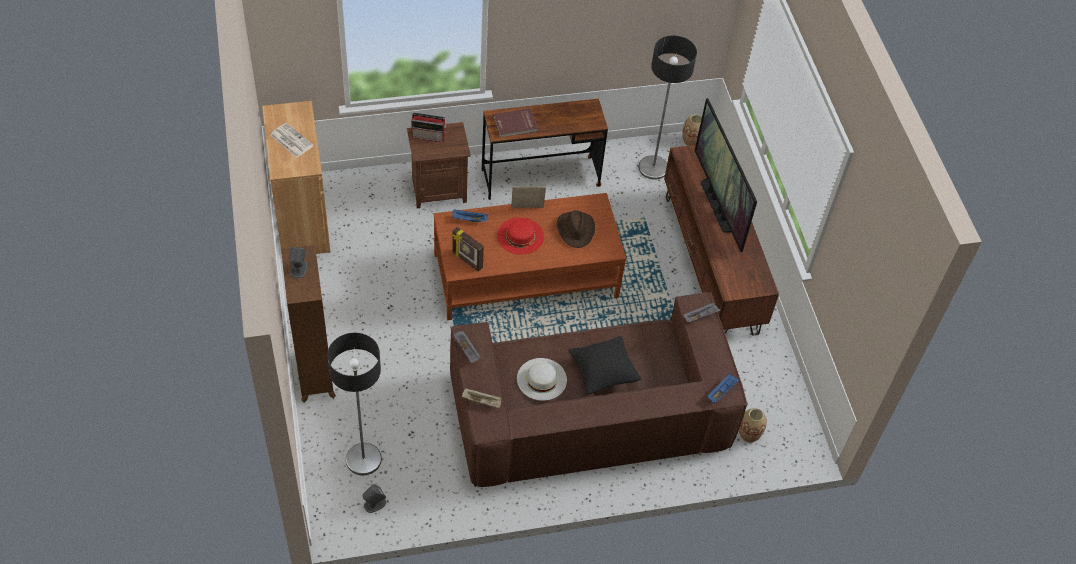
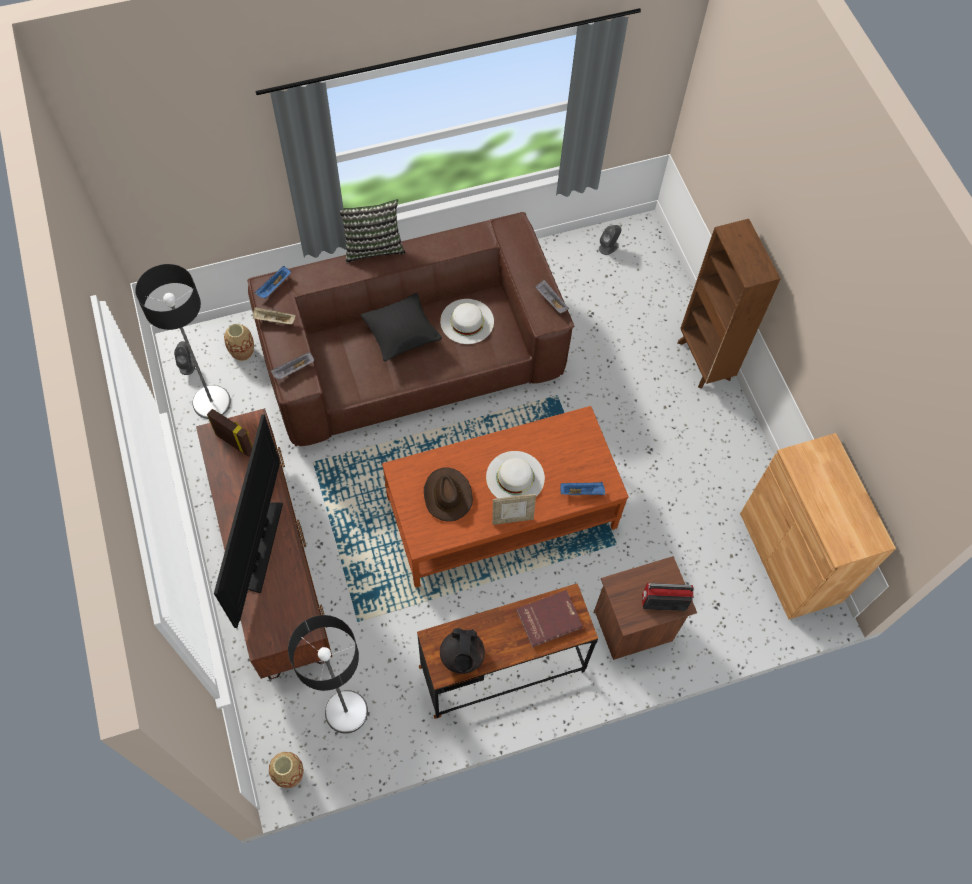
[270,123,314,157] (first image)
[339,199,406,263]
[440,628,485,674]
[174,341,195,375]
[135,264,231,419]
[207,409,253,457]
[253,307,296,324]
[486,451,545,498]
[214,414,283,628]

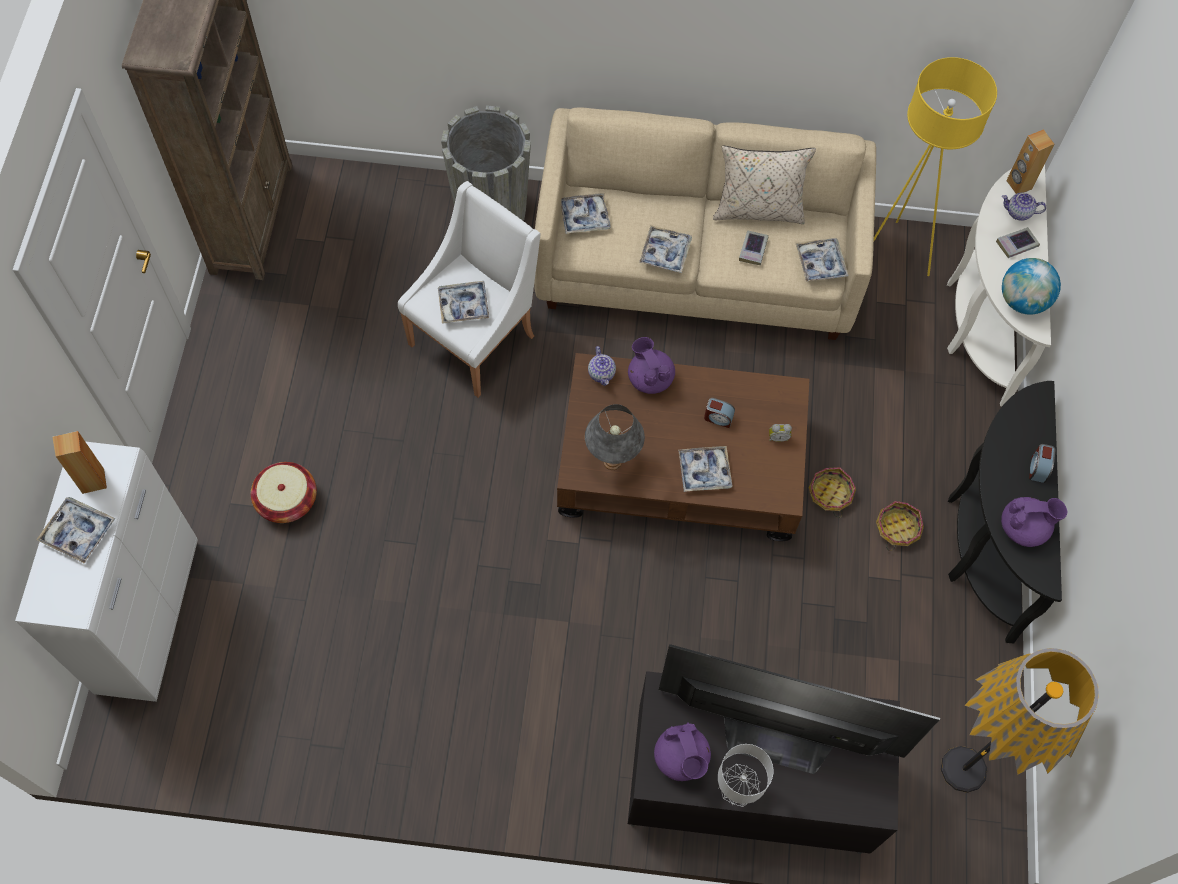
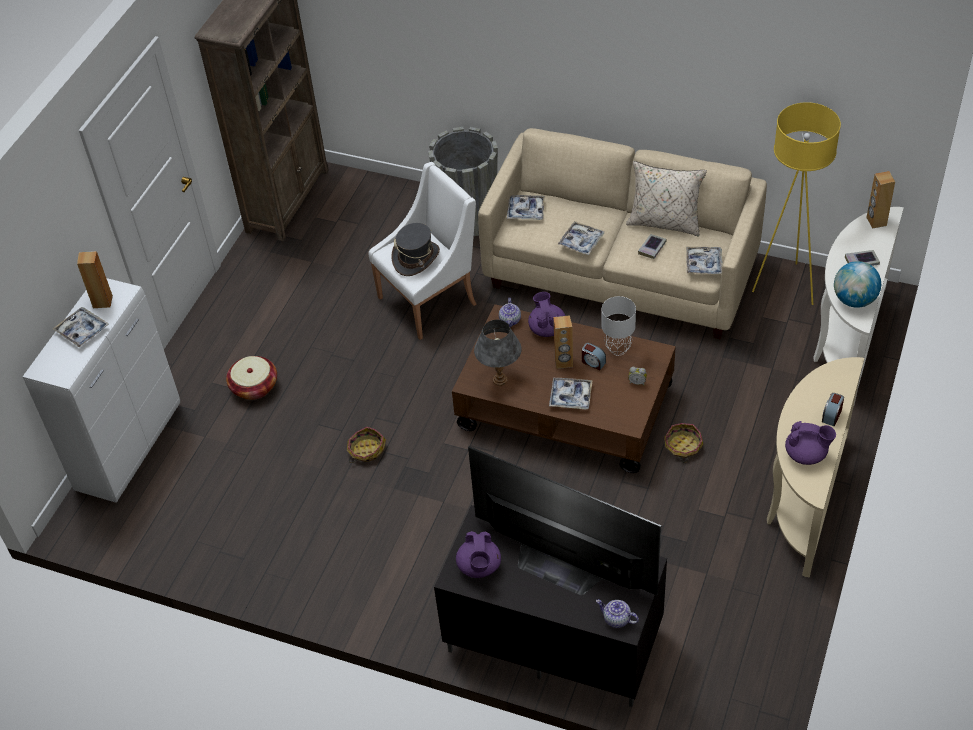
[941,648,1099,793] (first image)
[553,315,573,369]
[602,296,636,356]
[347,427,386,463]
[596,599,639,628]
[391,223,440,276]
[767,357,864,578]

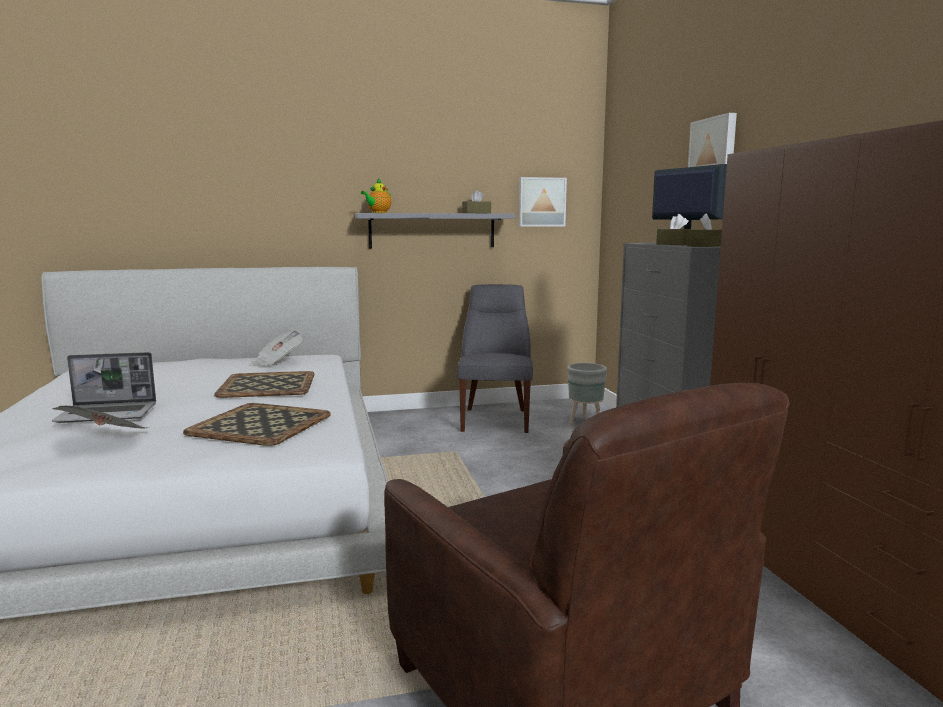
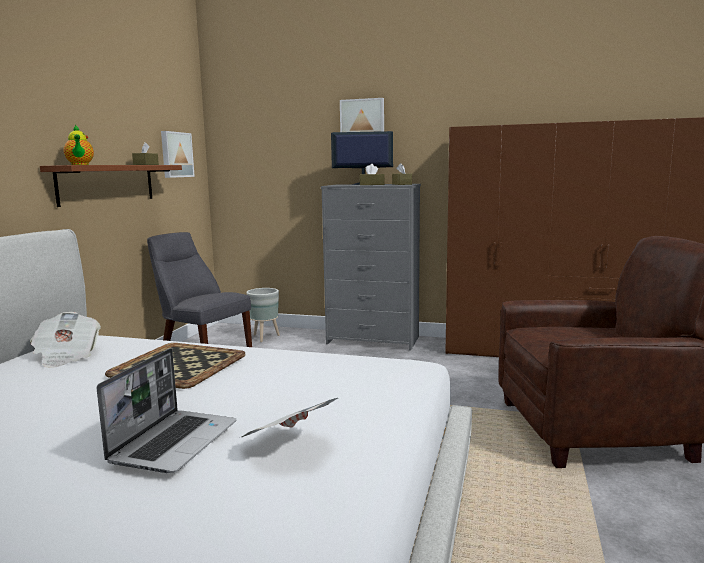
[183,403,331,446] (first image)
[40,165,182,207]

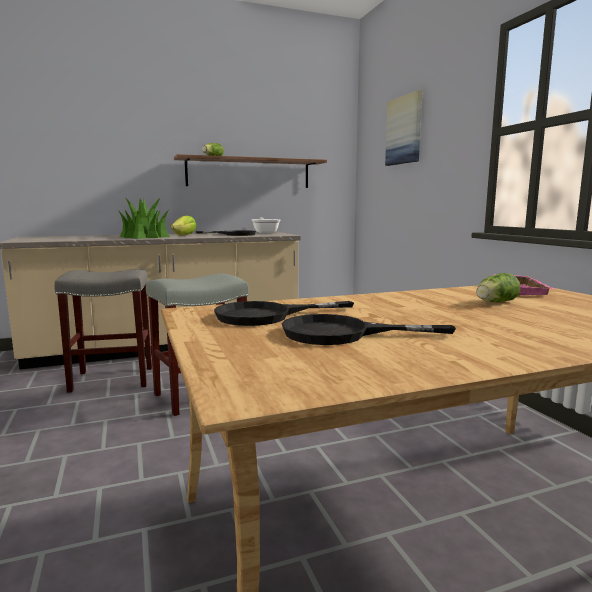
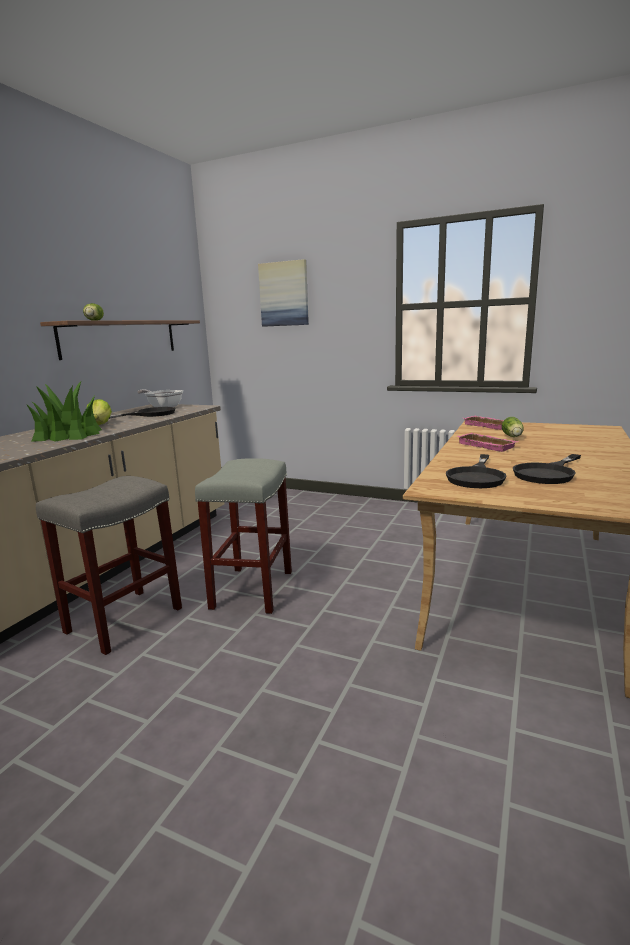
[458,433,518,452]

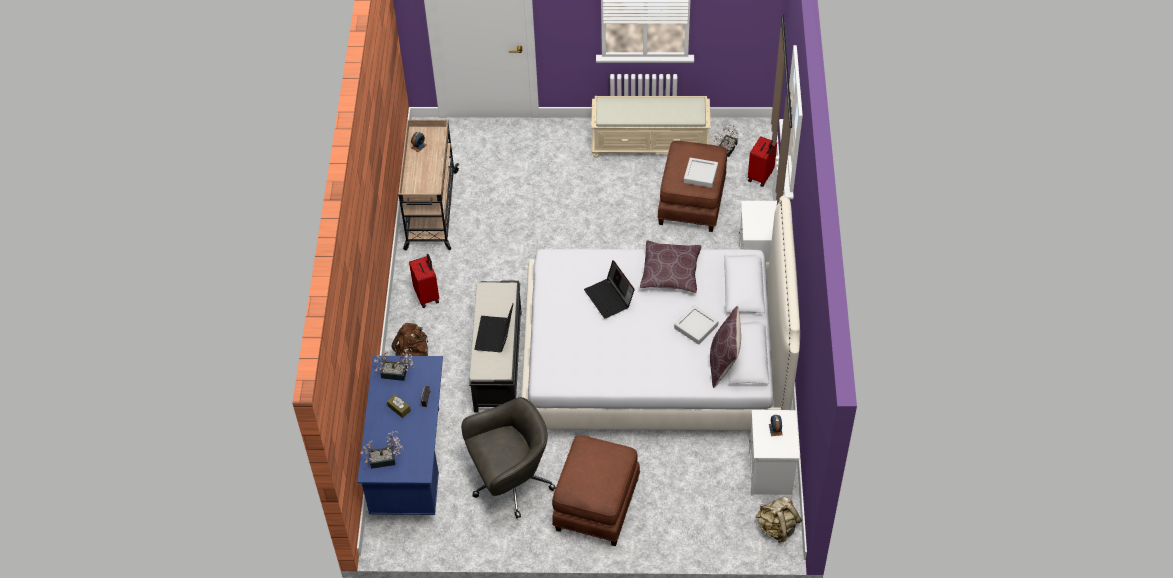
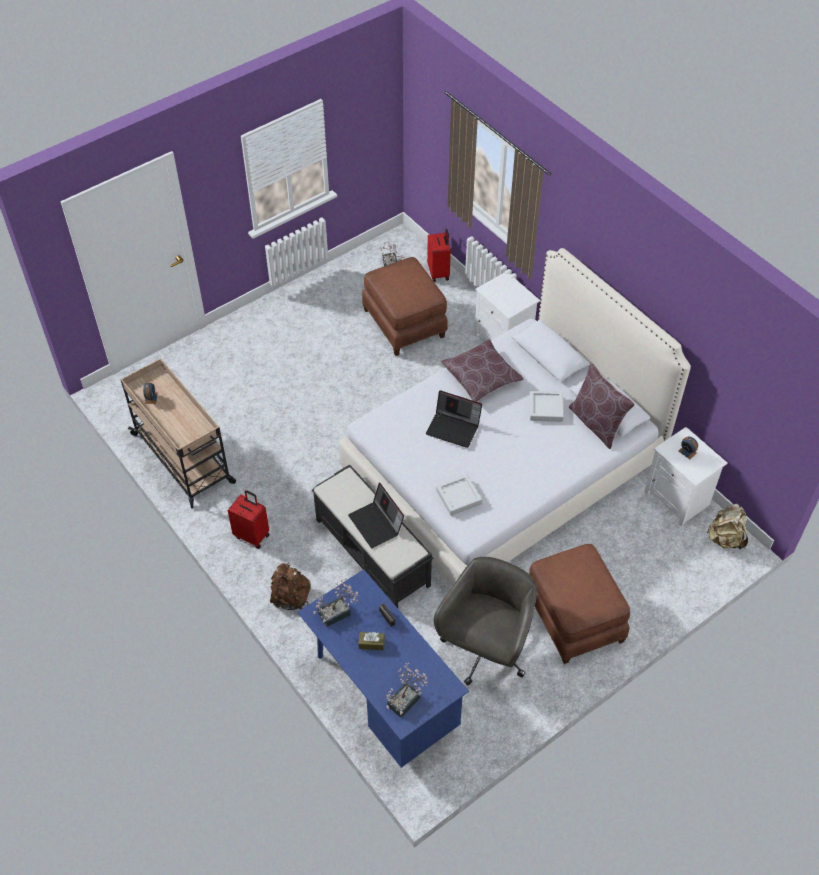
[591,96,711,157] (first image)
[436,474,482,516]

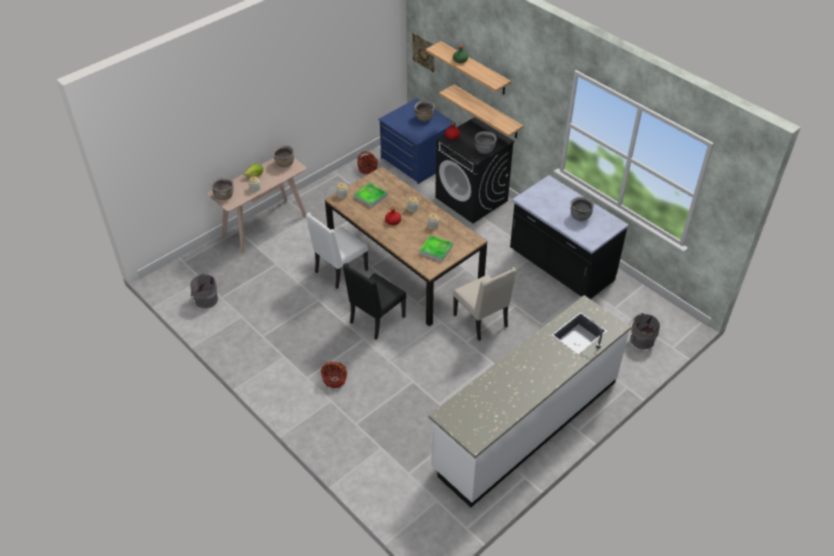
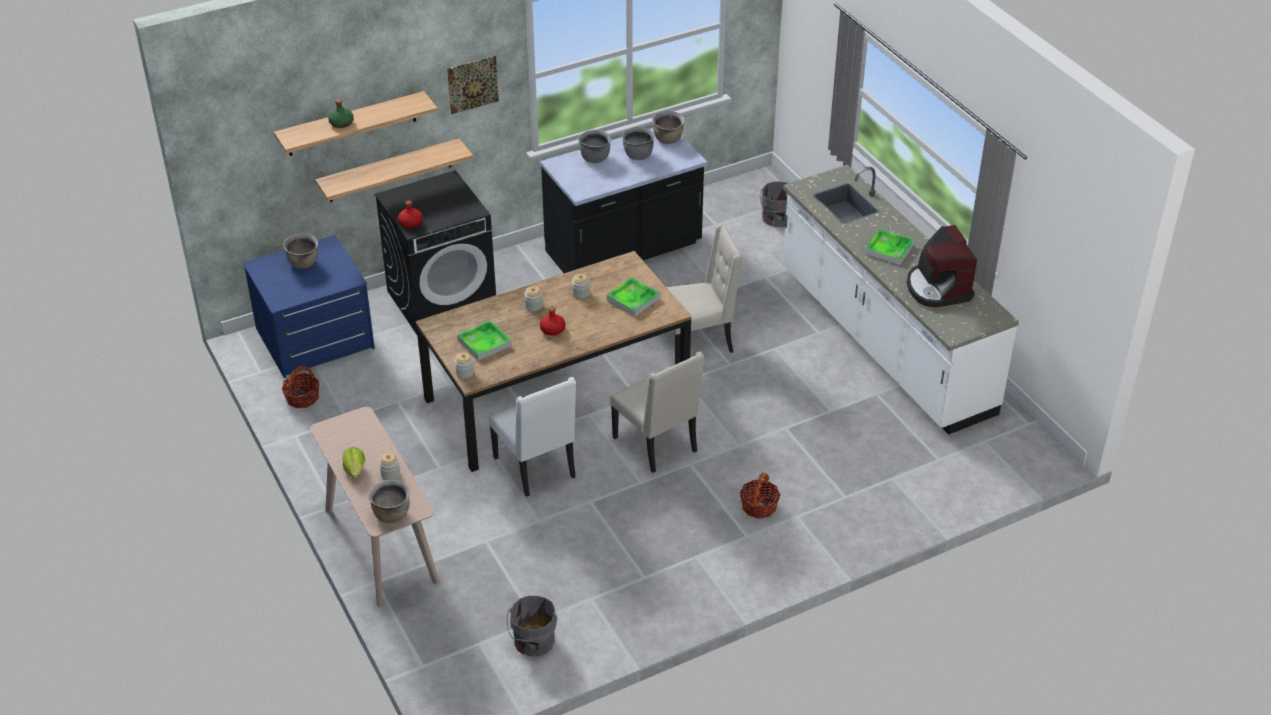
[865,229,914,265]
[907,225,977,307]
[653,111,685,144]
[447,56,499,114]
[578,130,611,163]
[610,351,704,473]

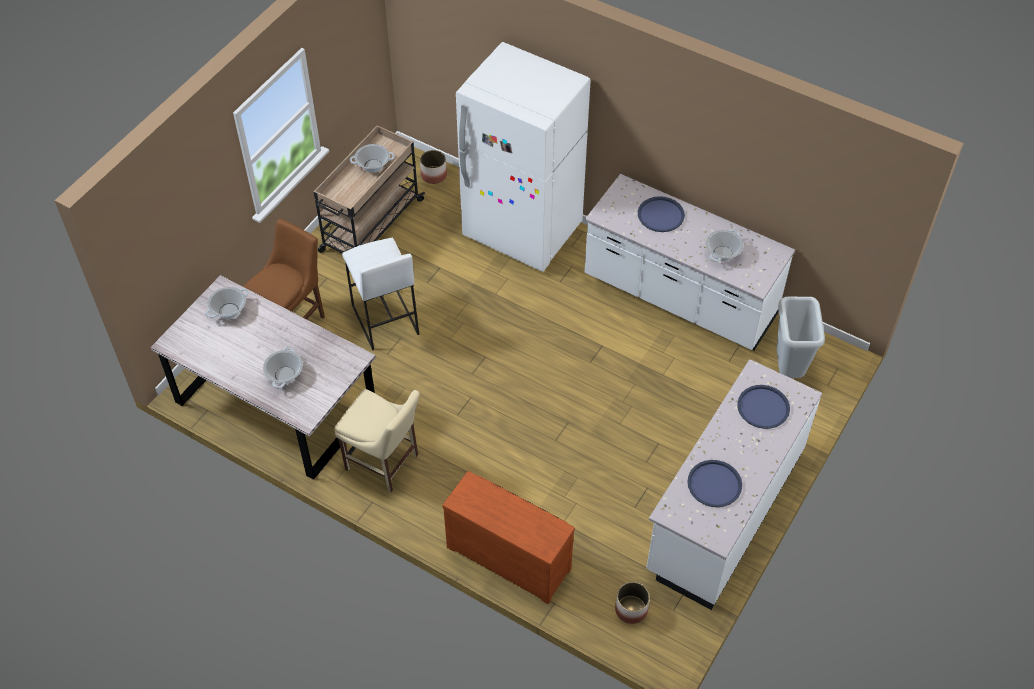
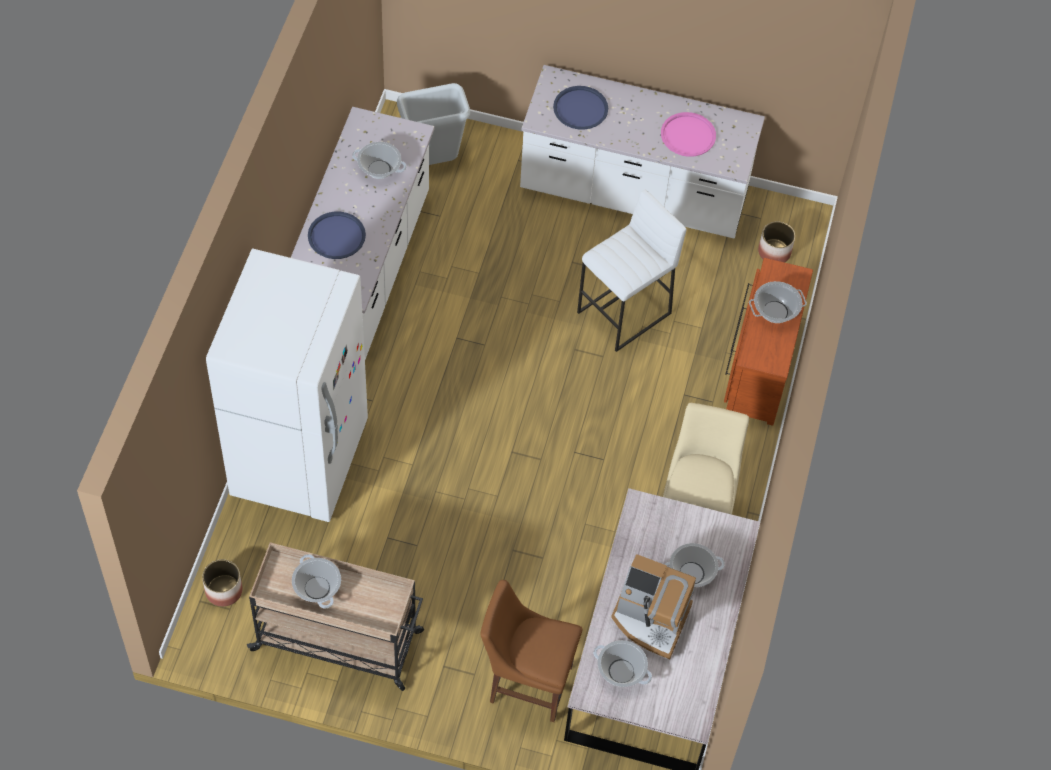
[611,554,696,659]
[749,281,807,323]
[577,190,686,352]
[661,112,716,157]

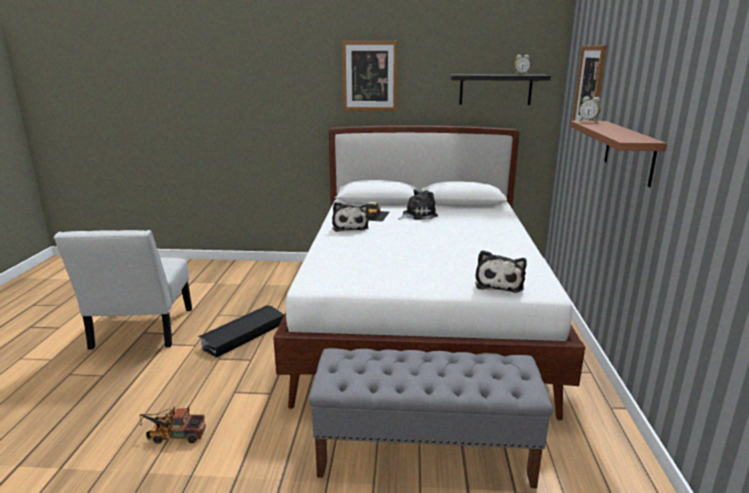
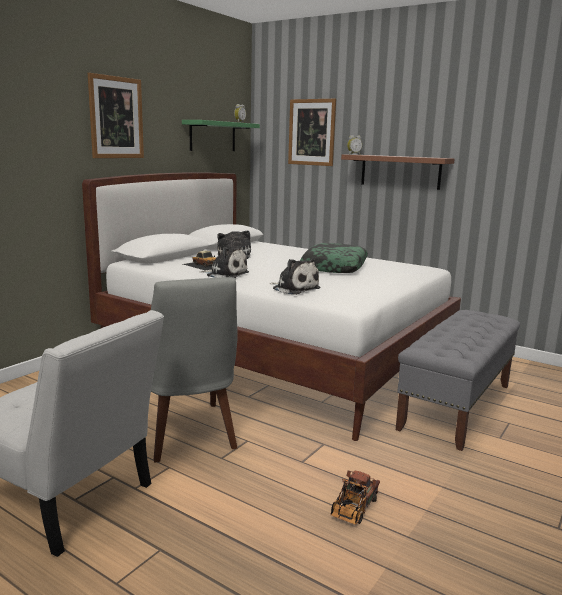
[300,243,368,273]
[270,259,320,295]
[151,277,238,462]
[182,120,260,151]

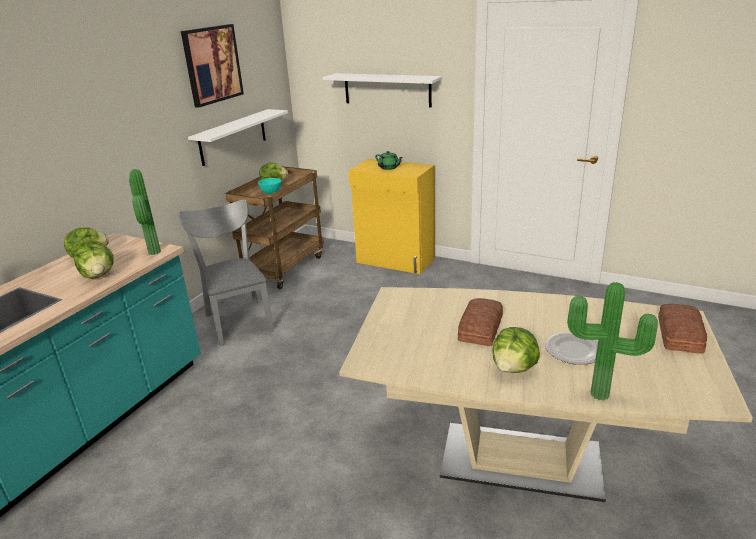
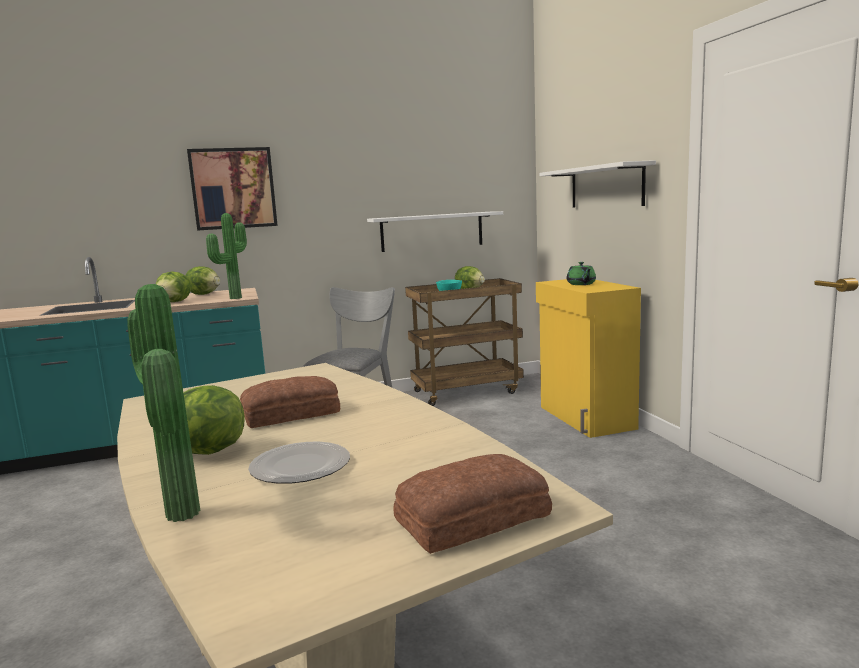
[187,147,278,231]

